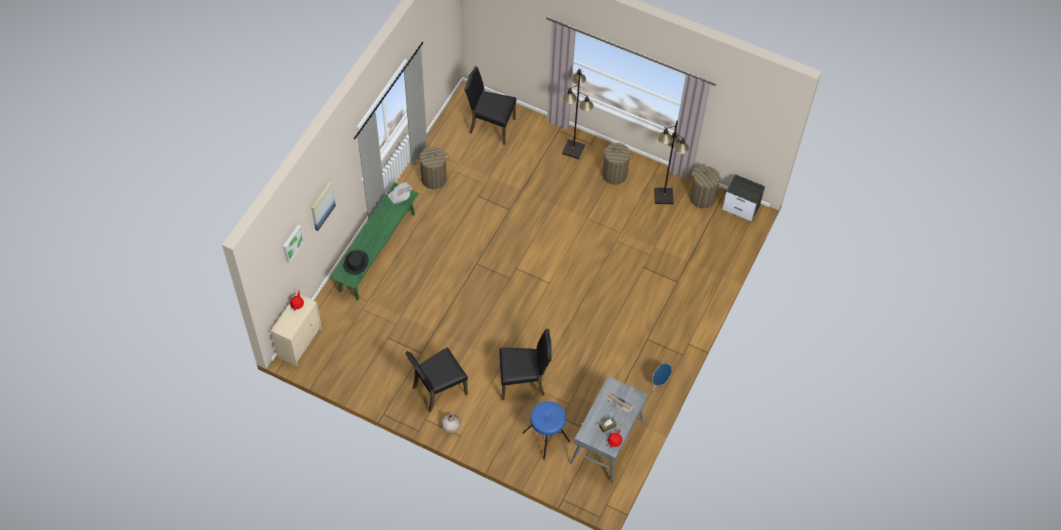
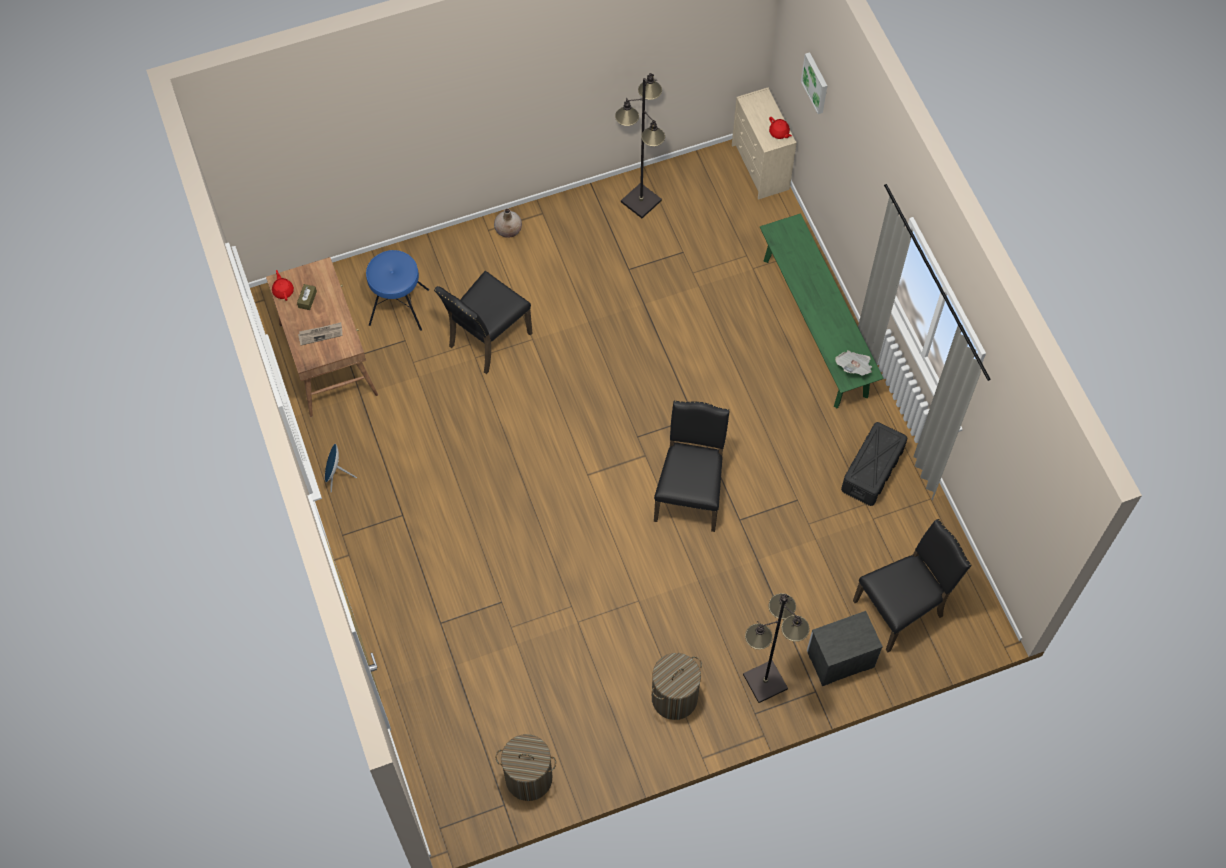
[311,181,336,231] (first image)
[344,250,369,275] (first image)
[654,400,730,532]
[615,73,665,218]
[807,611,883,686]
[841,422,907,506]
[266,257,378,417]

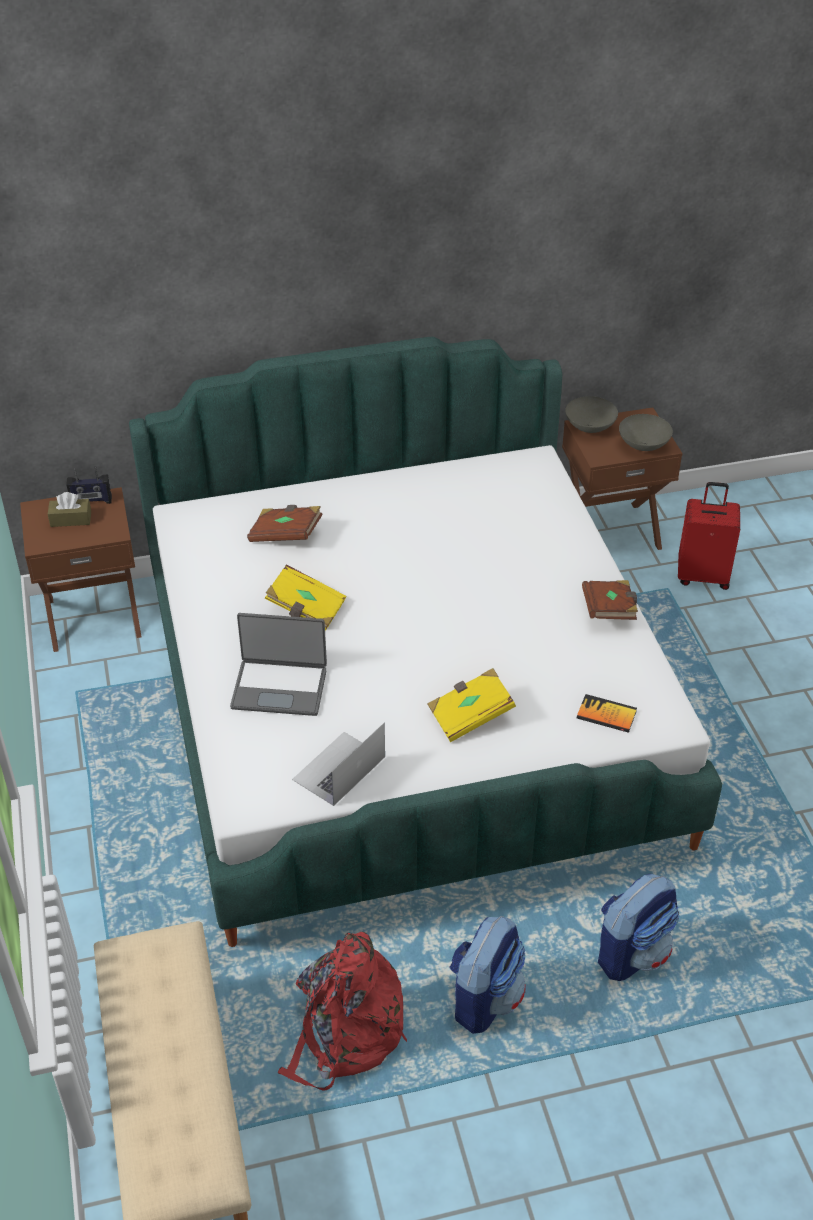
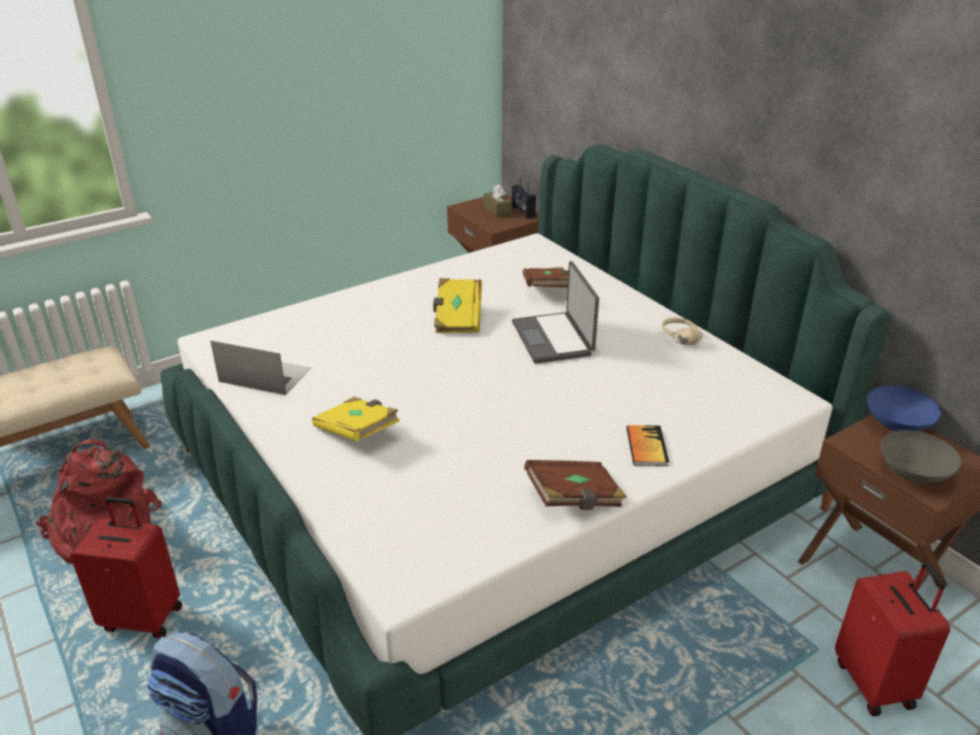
[662,317,702,345]
[512,261,599,364]
[626,425,669,466]
[70,497,182,638]
[867,386,941,431]

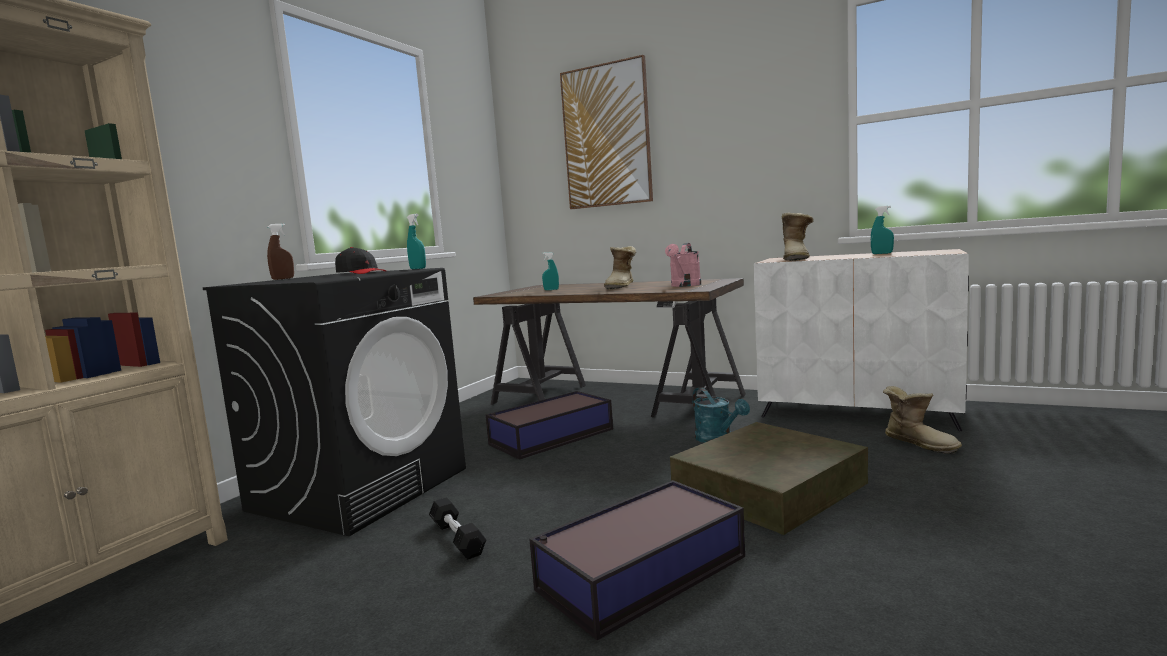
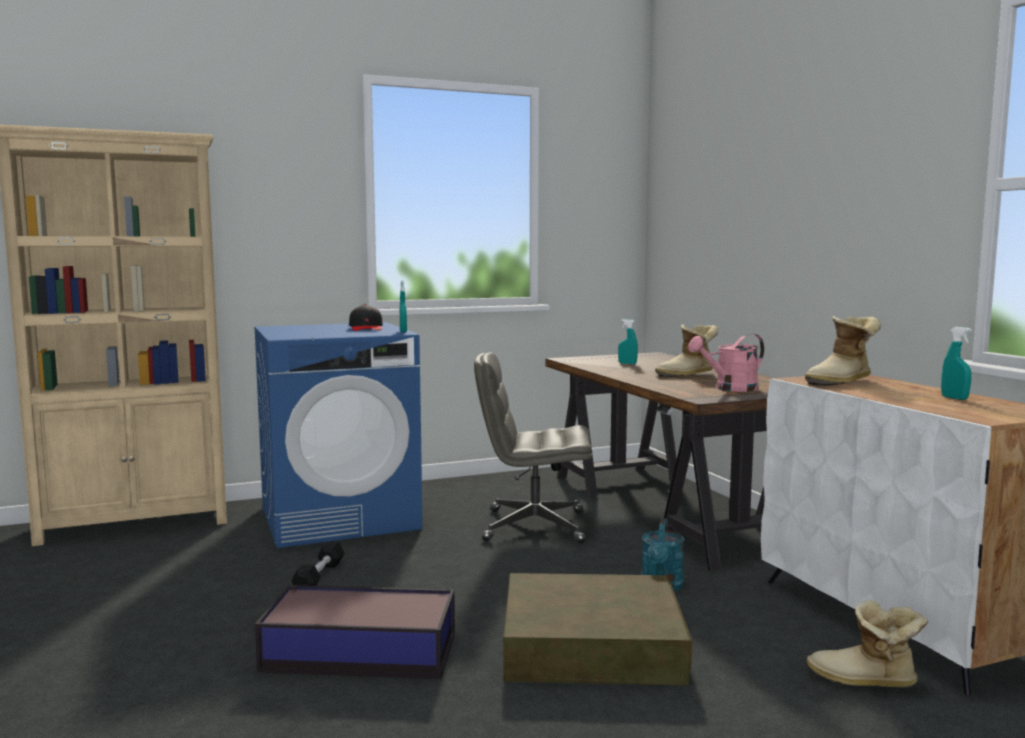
[267,224,294,280] (first image)
[560,55,653,209] (first image)
[474,352,593,544]
[254,322,423,548]
[807,600,928,688]

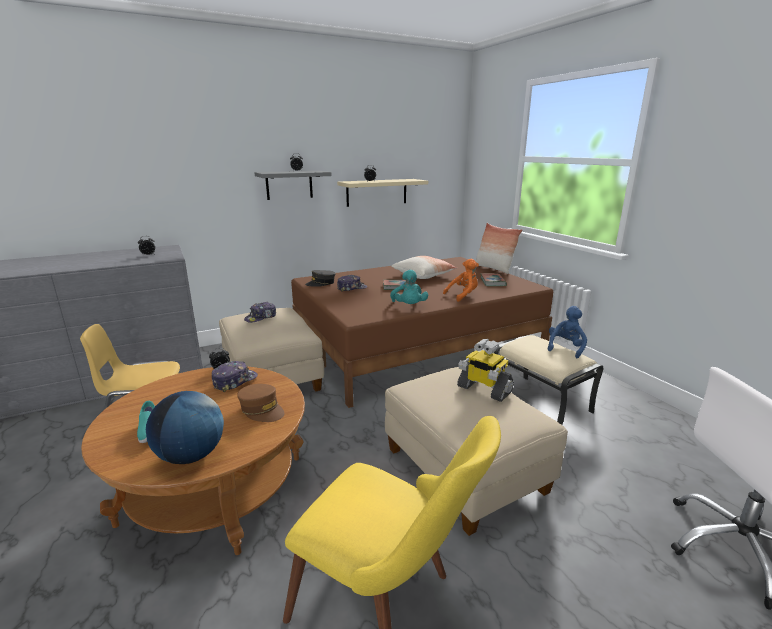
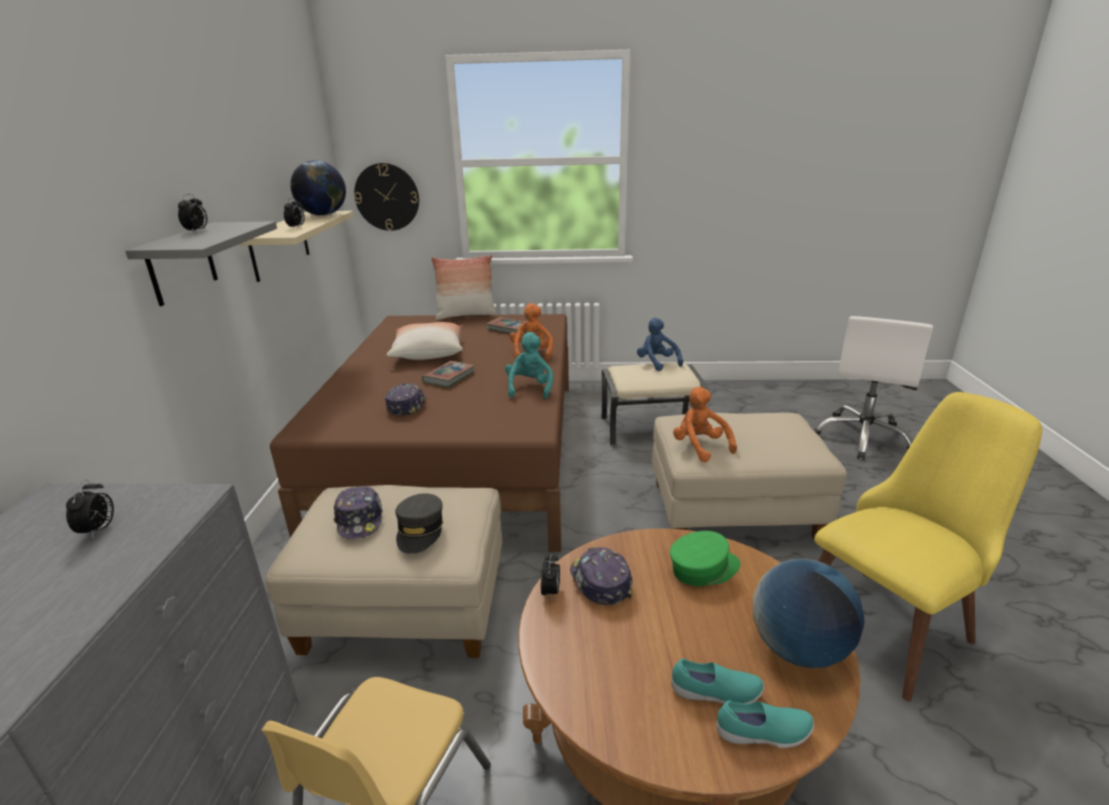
[457,339,514,402] (first image)
[290,160,346,216]
[354,163,419,231]
[673,387,737,462]
[716,701,814,748]
[395,493,443,554]
[670,531,740,586]
[505,332,553,399]

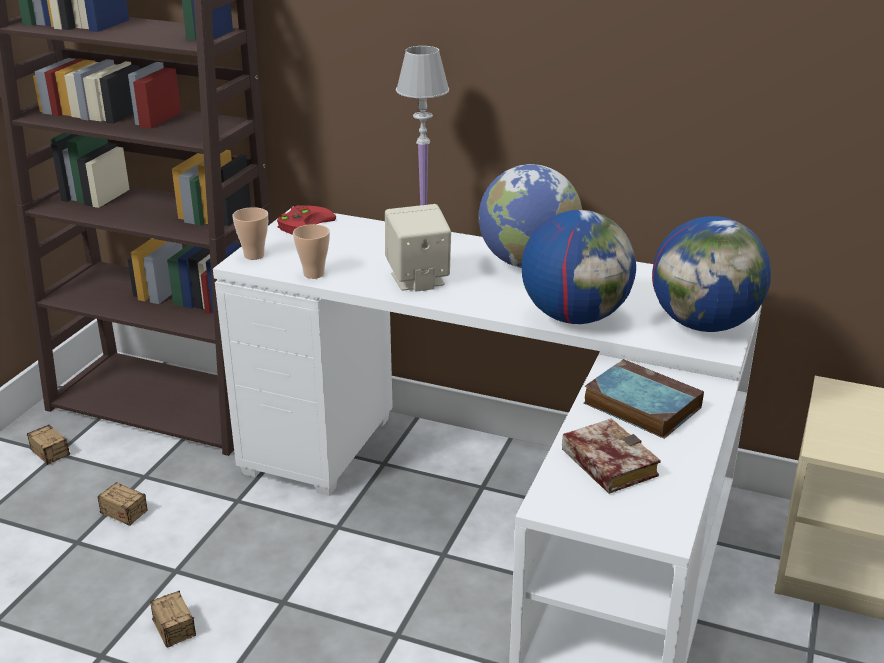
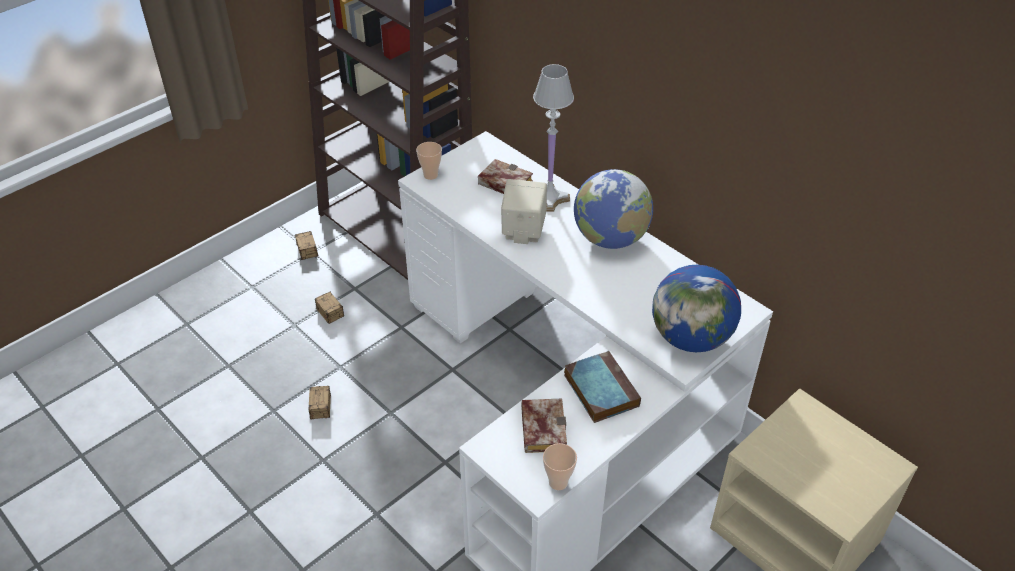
[277,205,336,235] (first image)
[522,210,636,324] (first image)
[478,159,533,194]
[543,443,577,490]

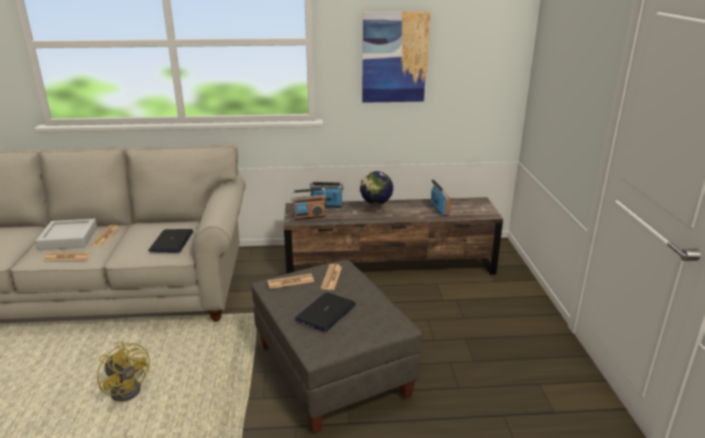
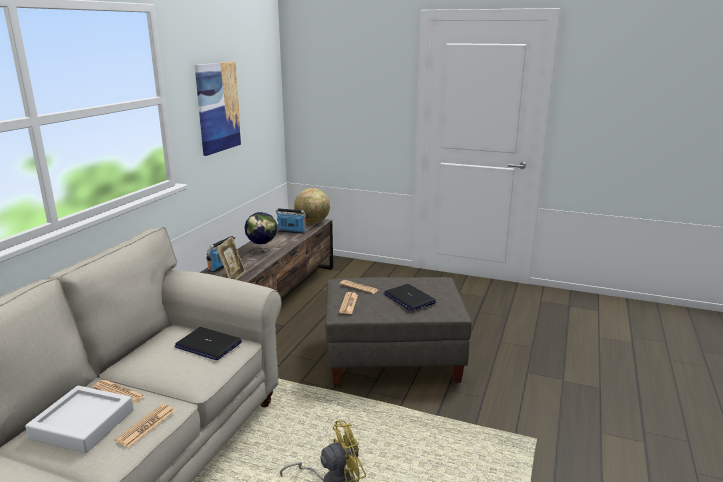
[294,188,330,224]
[216,237,245,280]

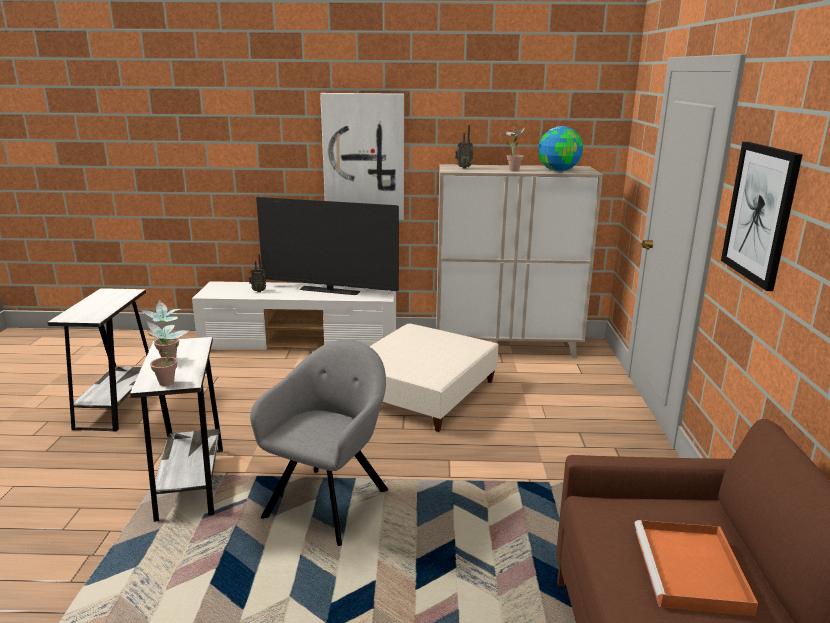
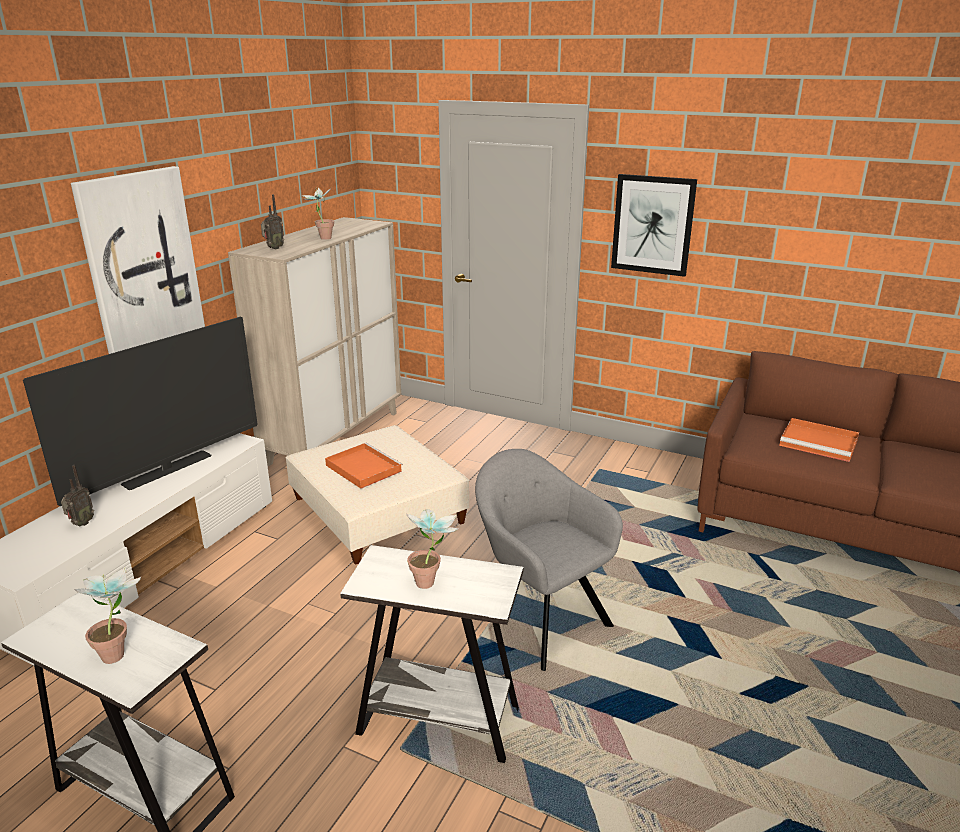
[538,126,583,172] (first image)
[325,443,403,489]
[74,567,142,664]

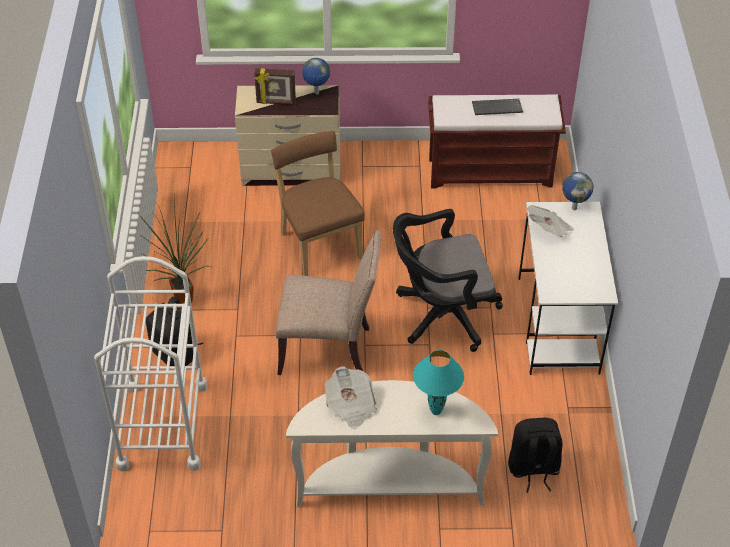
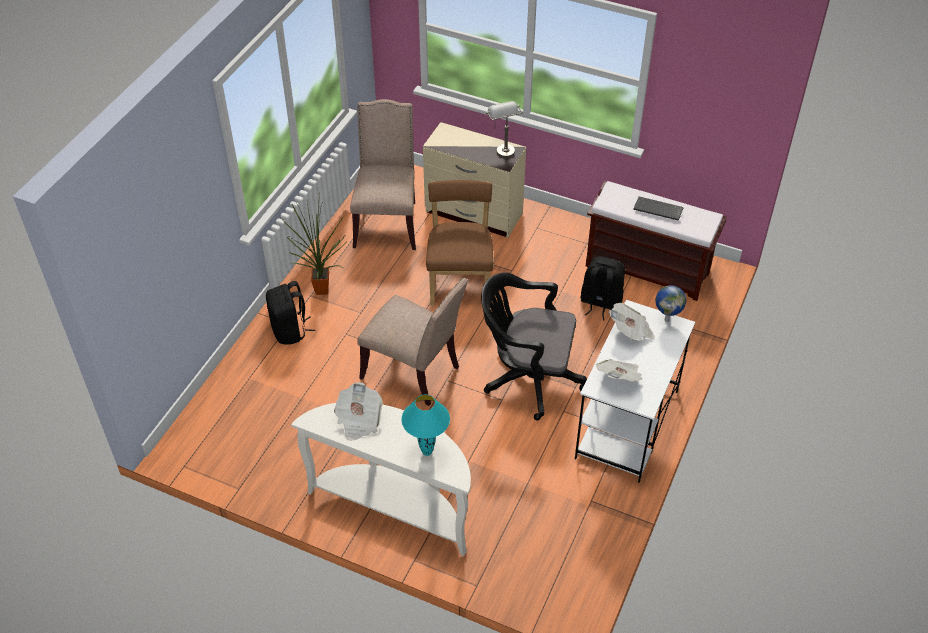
[94,256,208,471] (first image)
[254,68,296,105] (first image)
[350,99,416,250]
[596,359,642,382]
[580,256,625,321]
[486,101,522,158]

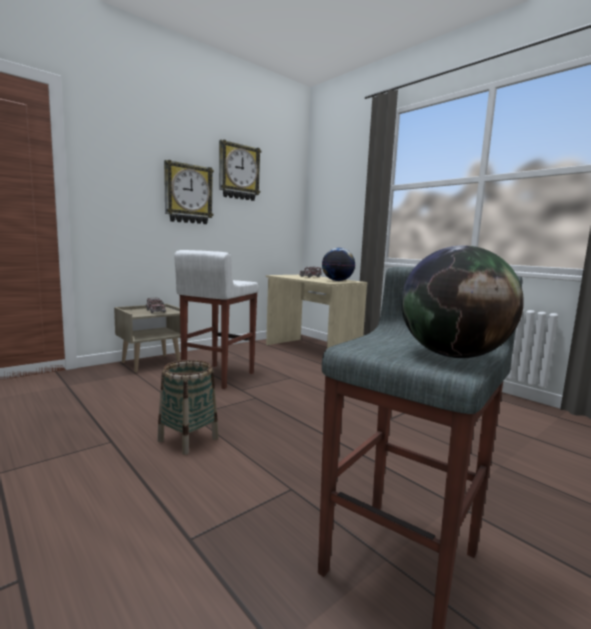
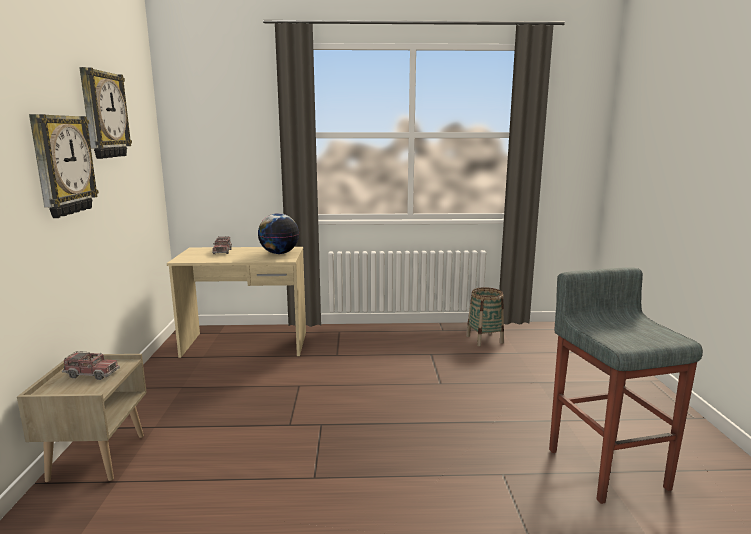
[174,250,259,389] (first image)
[401,245,524,358] (first image)
[466,287,504,346]

